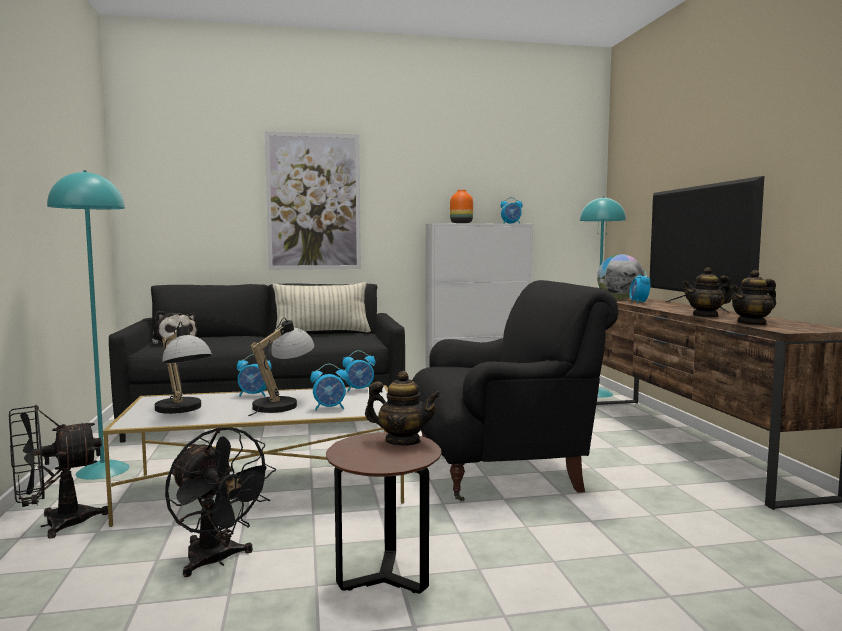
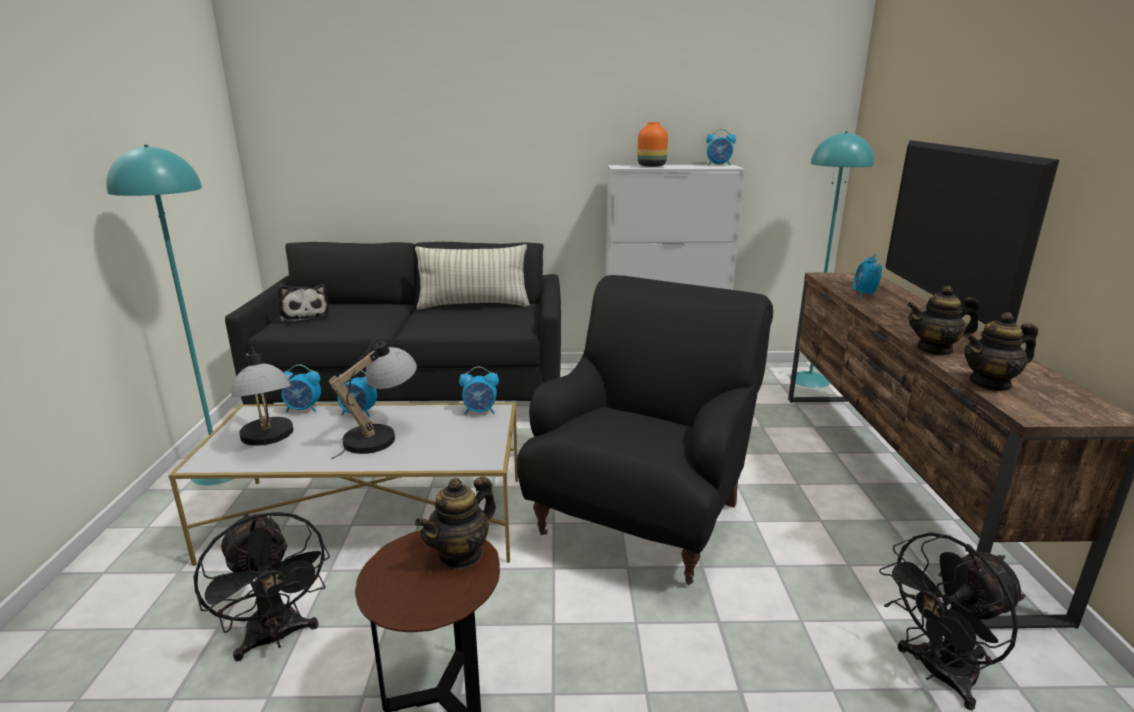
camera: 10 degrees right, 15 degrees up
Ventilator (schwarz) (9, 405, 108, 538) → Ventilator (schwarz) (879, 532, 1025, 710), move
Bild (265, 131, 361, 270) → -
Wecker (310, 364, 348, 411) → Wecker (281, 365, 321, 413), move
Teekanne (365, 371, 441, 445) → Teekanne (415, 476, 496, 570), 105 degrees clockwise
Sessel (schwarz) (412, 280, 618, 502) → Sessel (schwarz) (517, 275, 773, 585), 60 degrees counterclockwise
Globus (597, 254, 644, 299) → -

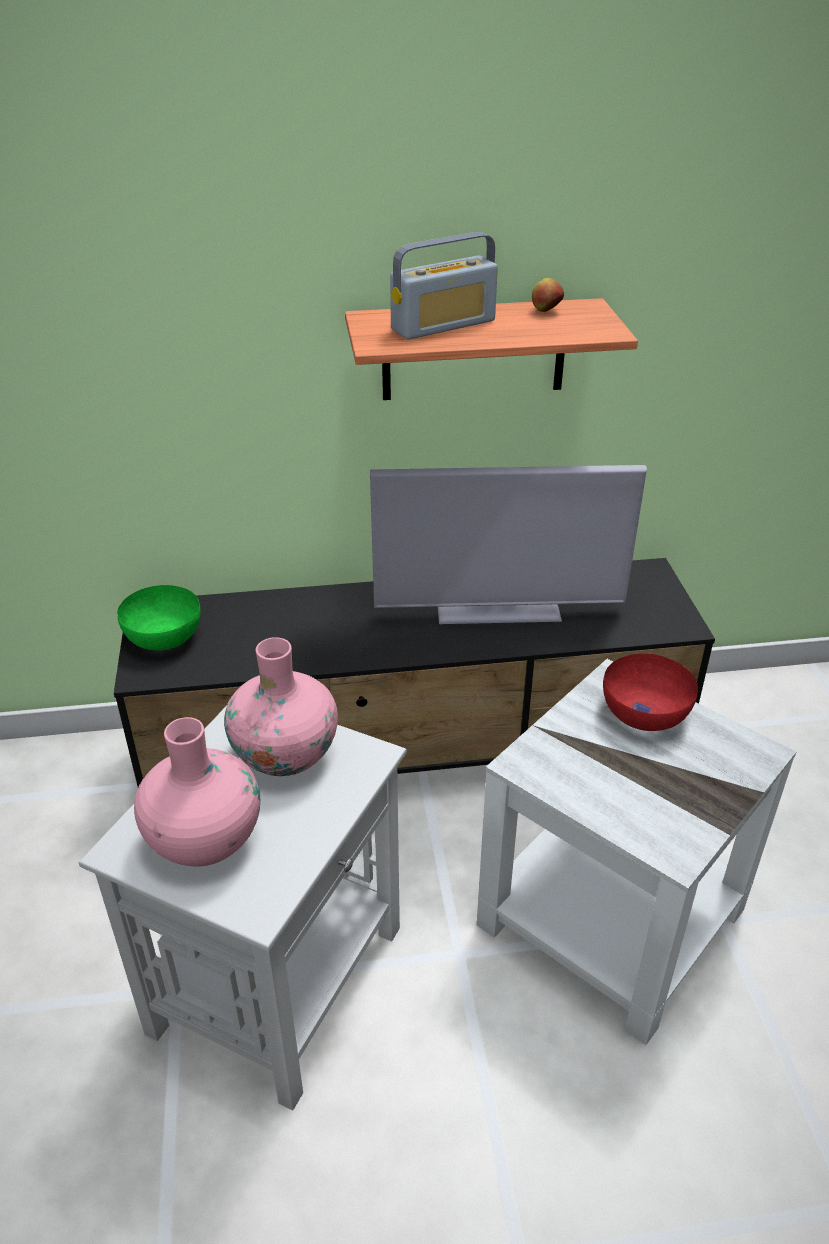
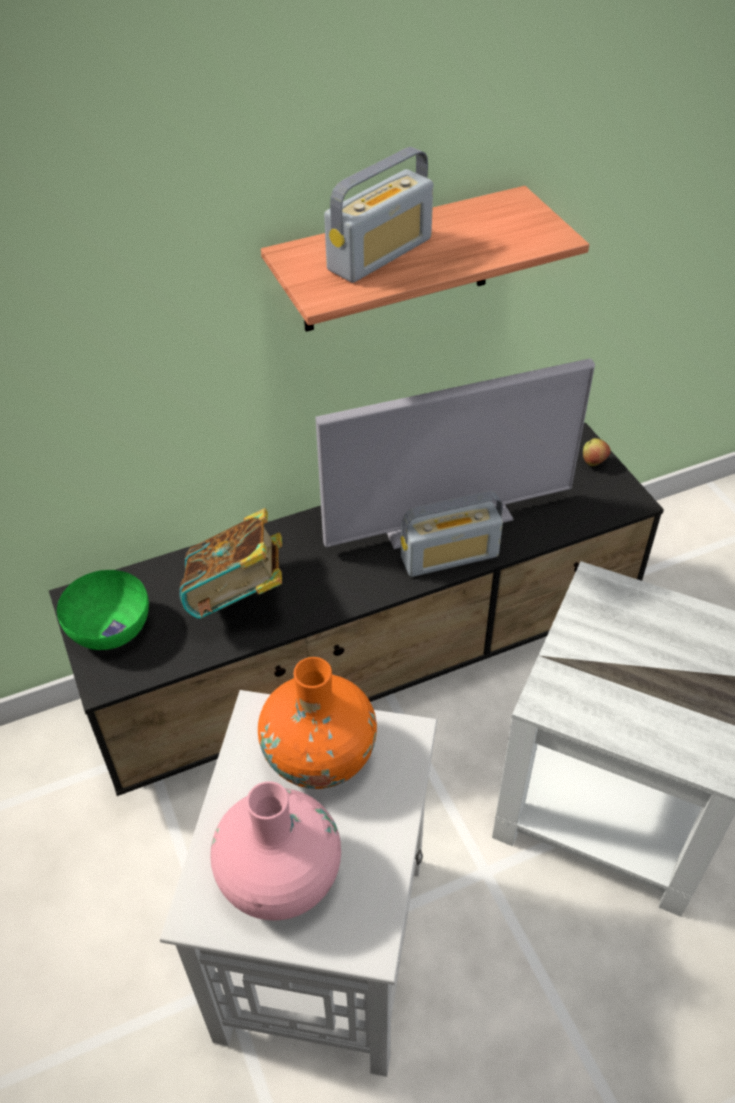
camera: 15 degrees left, 10 degrees up
Vase (rosa) (224, 637, 338, 776) → Vase (orange) (258, 657, 377, 789)
Apfel (532, 278, 564, 312) → Apfel (583, 438, 611, 466), move
Schüssel (rot) (603, 654, 698, 731) → -
- → Buch (180, 508, 282, 619)
- → Radio (401, 491, 503, 577)

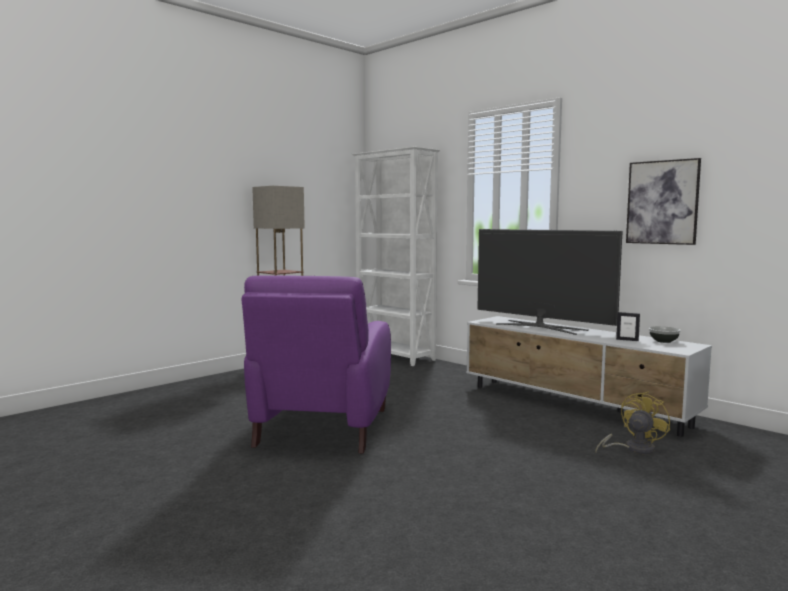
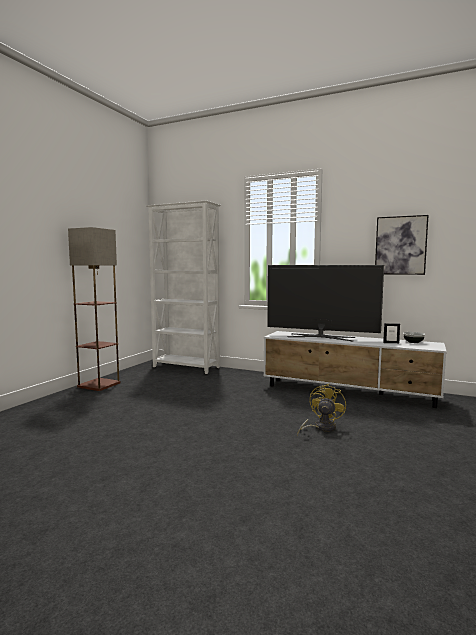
camera: 20 degrees left, 0 degrees up
Sessel (lila) (241, 275, 391, 454) → -
Ventilator (gelb) (595, 392, 670, 454) → Ventilator (gelb) (297, 384, 346, 436), move

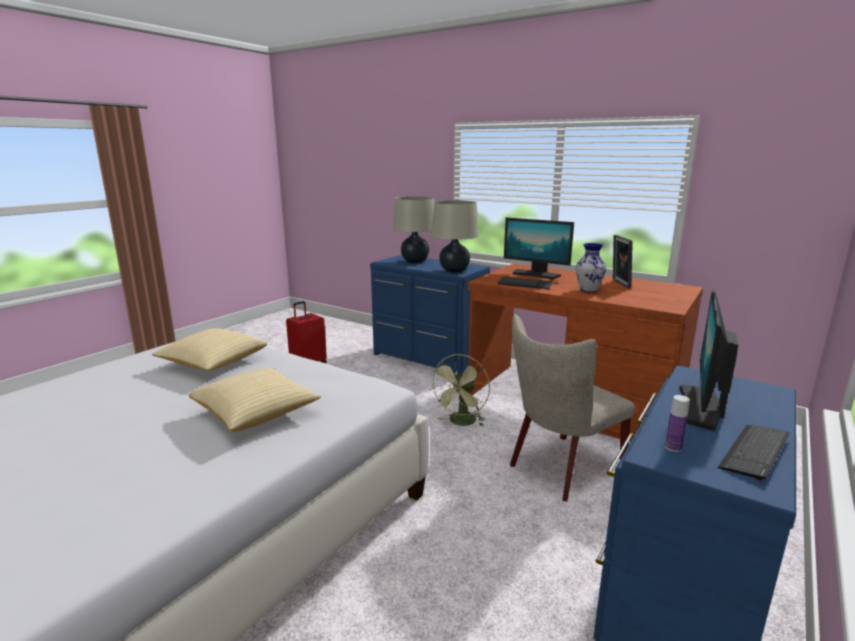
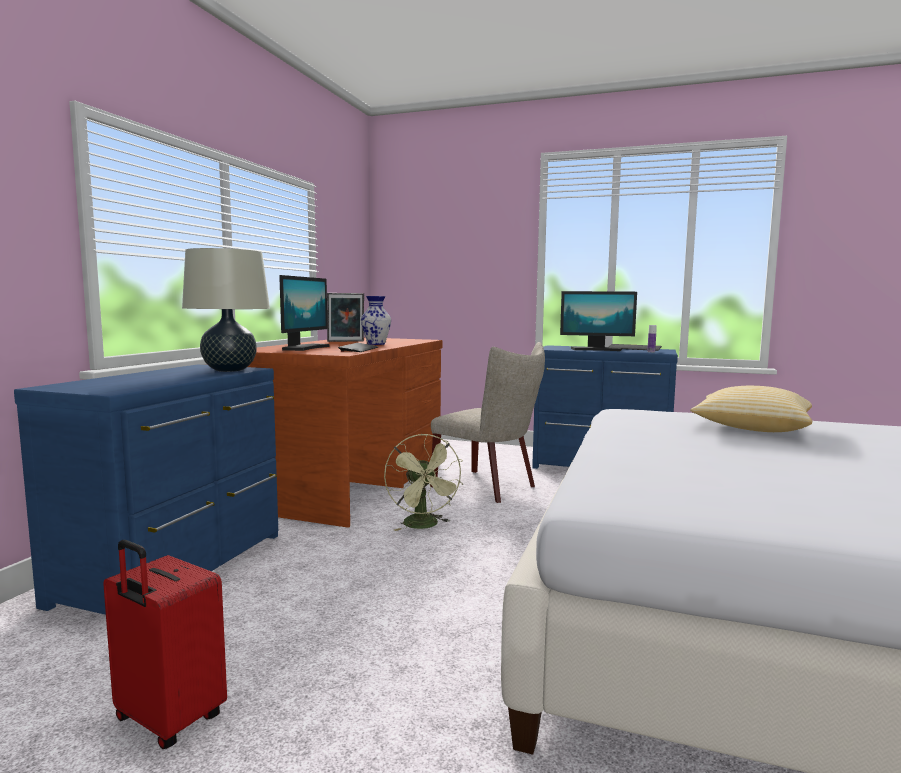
camera: 105 degrees left, 10 degrees down
Kissen (152, 328, 267, 371) → -
Tischlampe (beige) (393, 196, 434, 263) → -
Ventilator (grün) (430, 354, 490, 426) → Ventilator (grün) (384, 434, 463, 531), 60 degrees clockwise

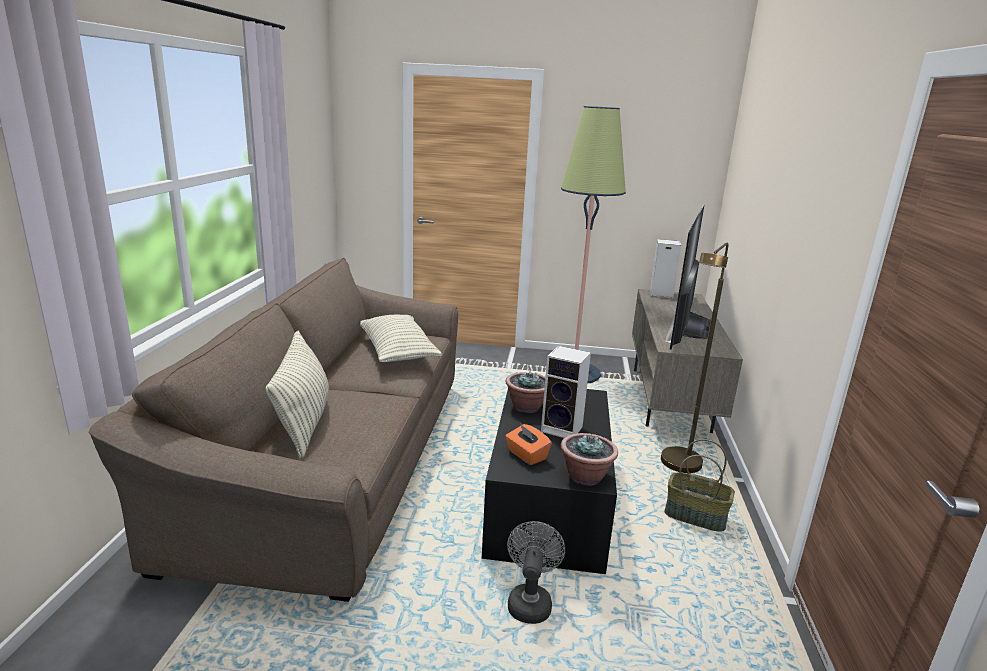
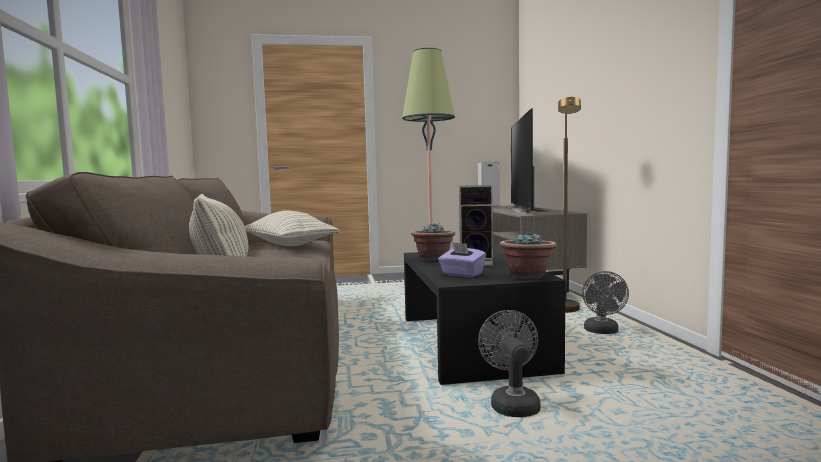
camera: 15 degrees left, 15 degrees down
Taschentuchbox (orange) (505, 424, 552, 465) → Taschentuchbox (lila) (438, 242, 486, 277)
Korb (665, 439, 735, 532) → Ventilator (grau) (582, 271, 629, 334)

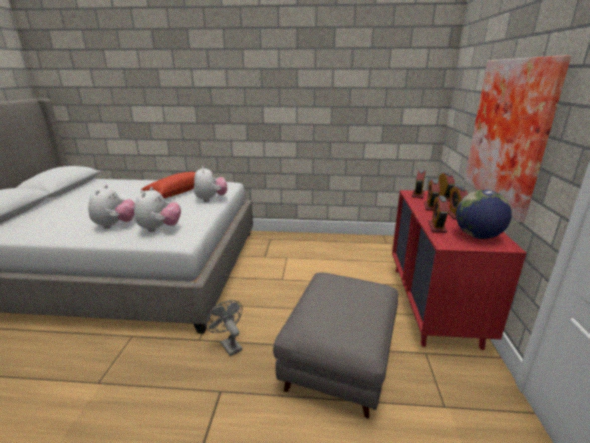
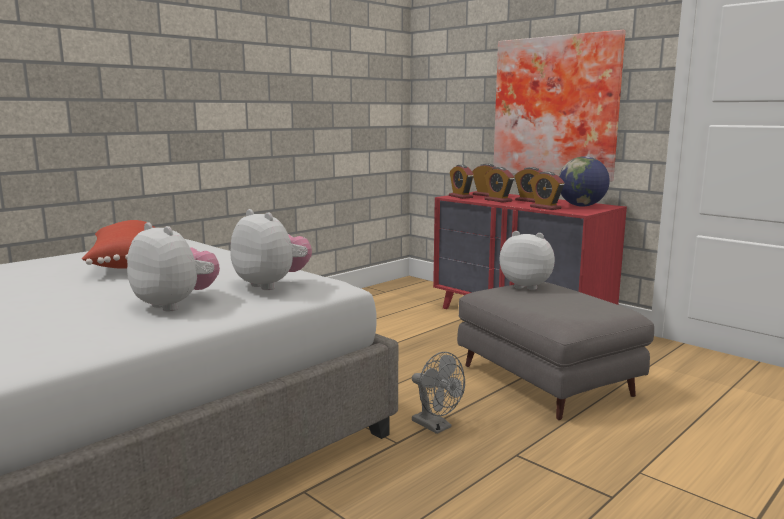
camera: 50 degrees left, 10 degrees down
Plüschtier (194, 166, 227, 202) → Plüschtier (500, 231, 555, 290), move
Ventilator (grau) (205, 300, 242, 356) → Ventilator (grau) (412, 352, 465, 434), 135 degrees counterclockwise

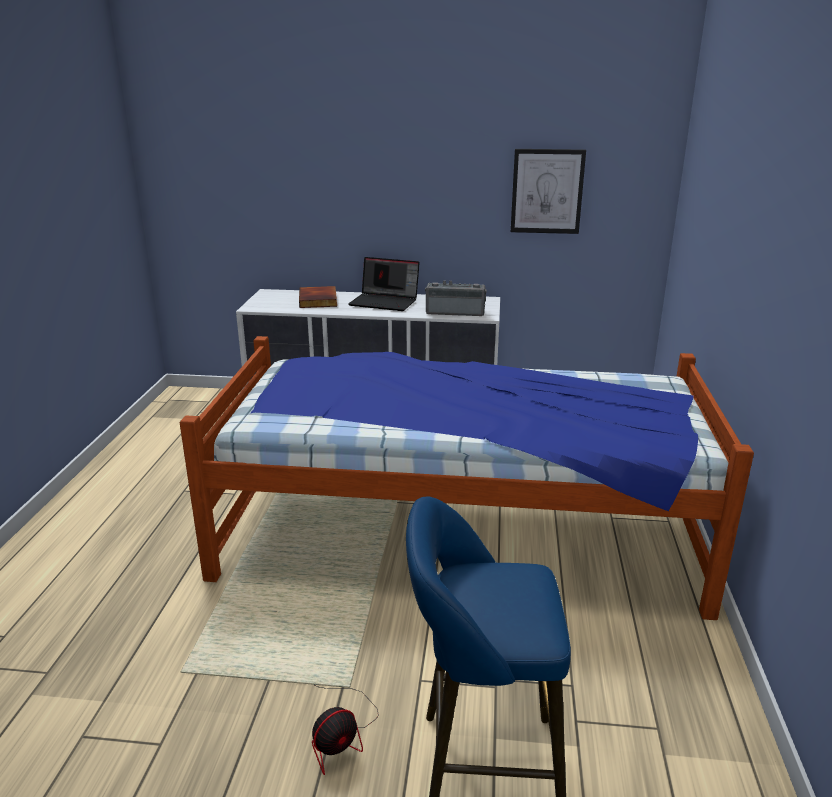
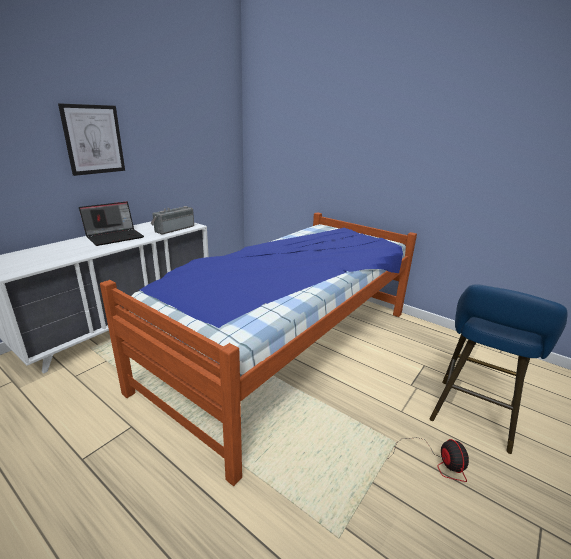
camera: 60 degrees left, 0 degrees up
Buch (299, 286, 337, 308) → -
Bild (511, 149, 586, 234) → Bild (58, 103, 125, 176), move

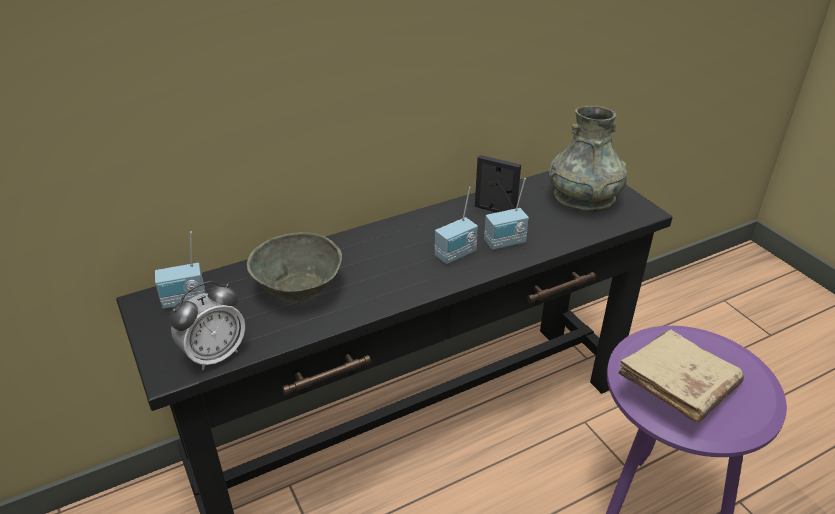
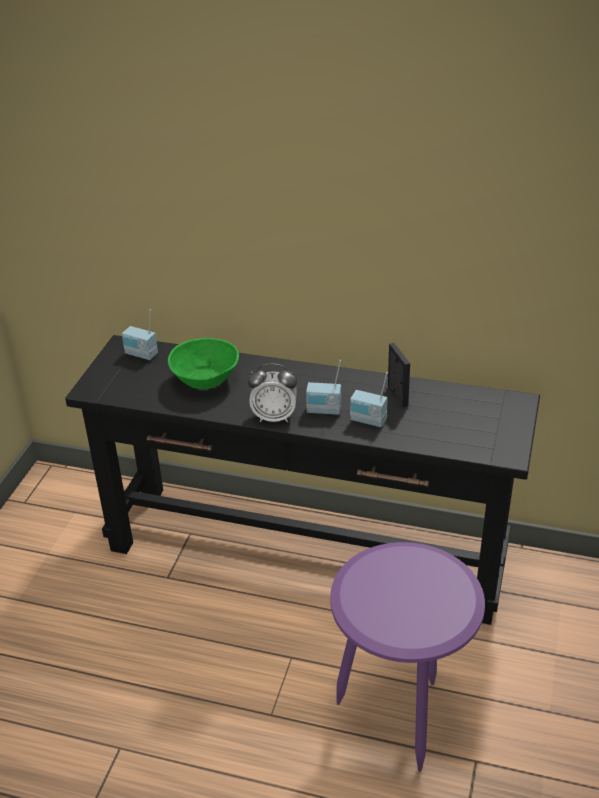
camera: 45 degrees right, 0 degrees up
Wecker (170, 281, 245, 370) → Wecker (248, 363, 297, 422), move
Schüssel (grau) (247, 232, 342, 302) → Schüssel (grün) (168, 338, 239, 389)
Vase (grau) (548, 106, 627, 212) → -
Buch (beige) (618, 330, 744, 423) → -

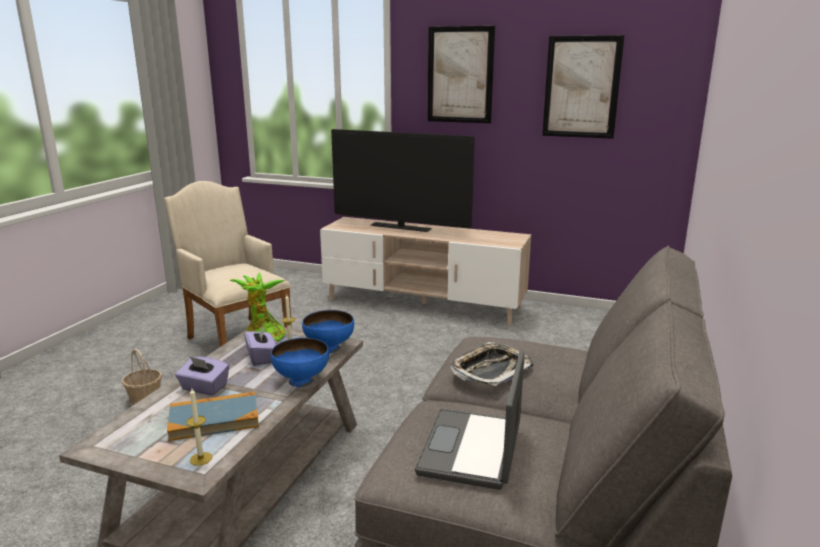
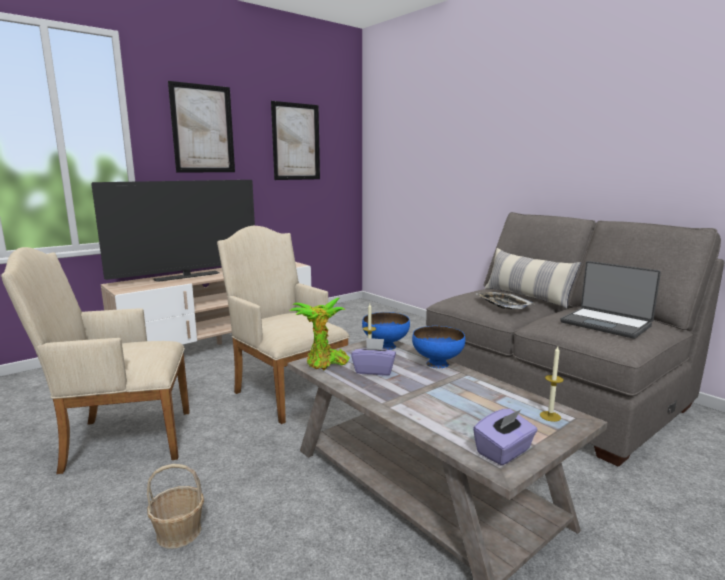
camera: 60 degrees left, 5 degrees down
Buch (167, 392, 259, 441) → -
Taschentuchbox (lila) (175, 356, 229, 395) → Taschentuchbox (lila) (473, 409, 538, 466), move
- → Sessel (beige) (217, 226, 350, 424)
- → Kissen (485, 248, 581, 309)

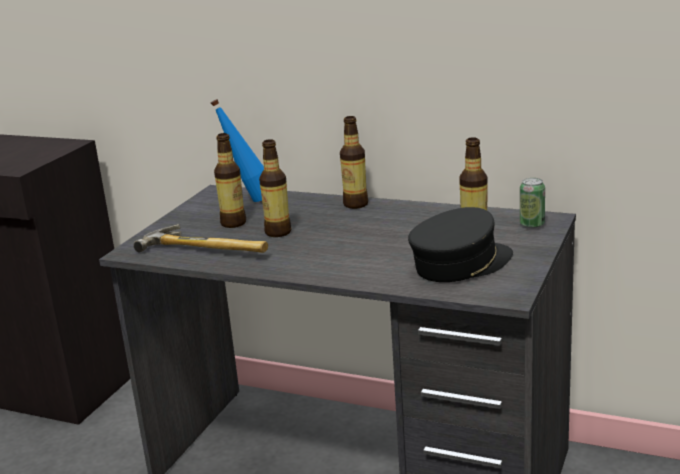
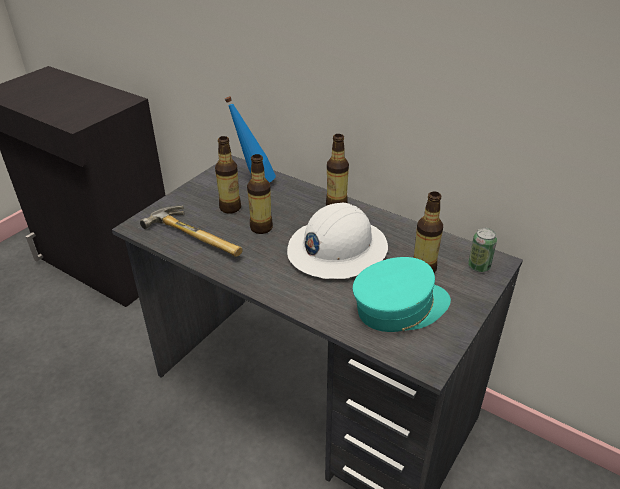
camera: 10 degrees right, 15 degrees up
Kappe (schwarz) (408, 207, 513, 282) → Kappe (türkis) (353, 257, 451, 332)
- → Schutzhelm (weiß) (287, 203, 388, 279)

